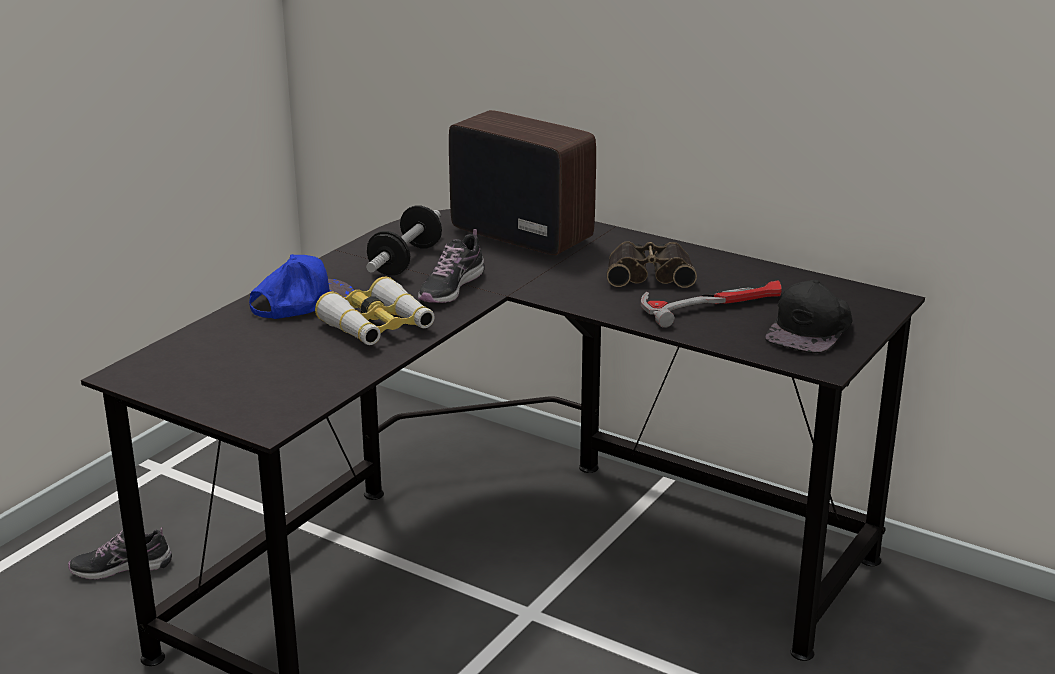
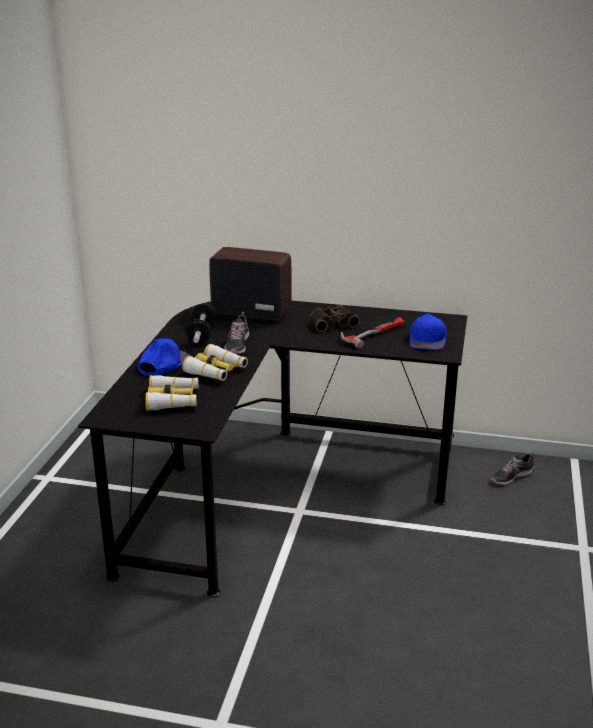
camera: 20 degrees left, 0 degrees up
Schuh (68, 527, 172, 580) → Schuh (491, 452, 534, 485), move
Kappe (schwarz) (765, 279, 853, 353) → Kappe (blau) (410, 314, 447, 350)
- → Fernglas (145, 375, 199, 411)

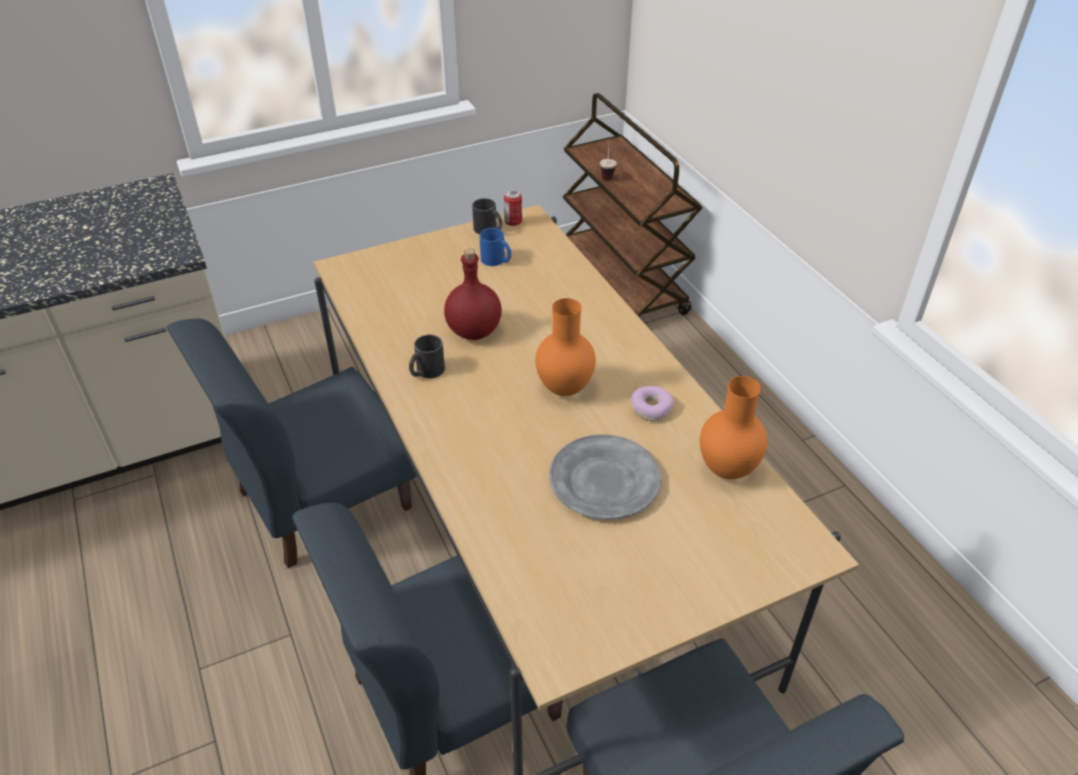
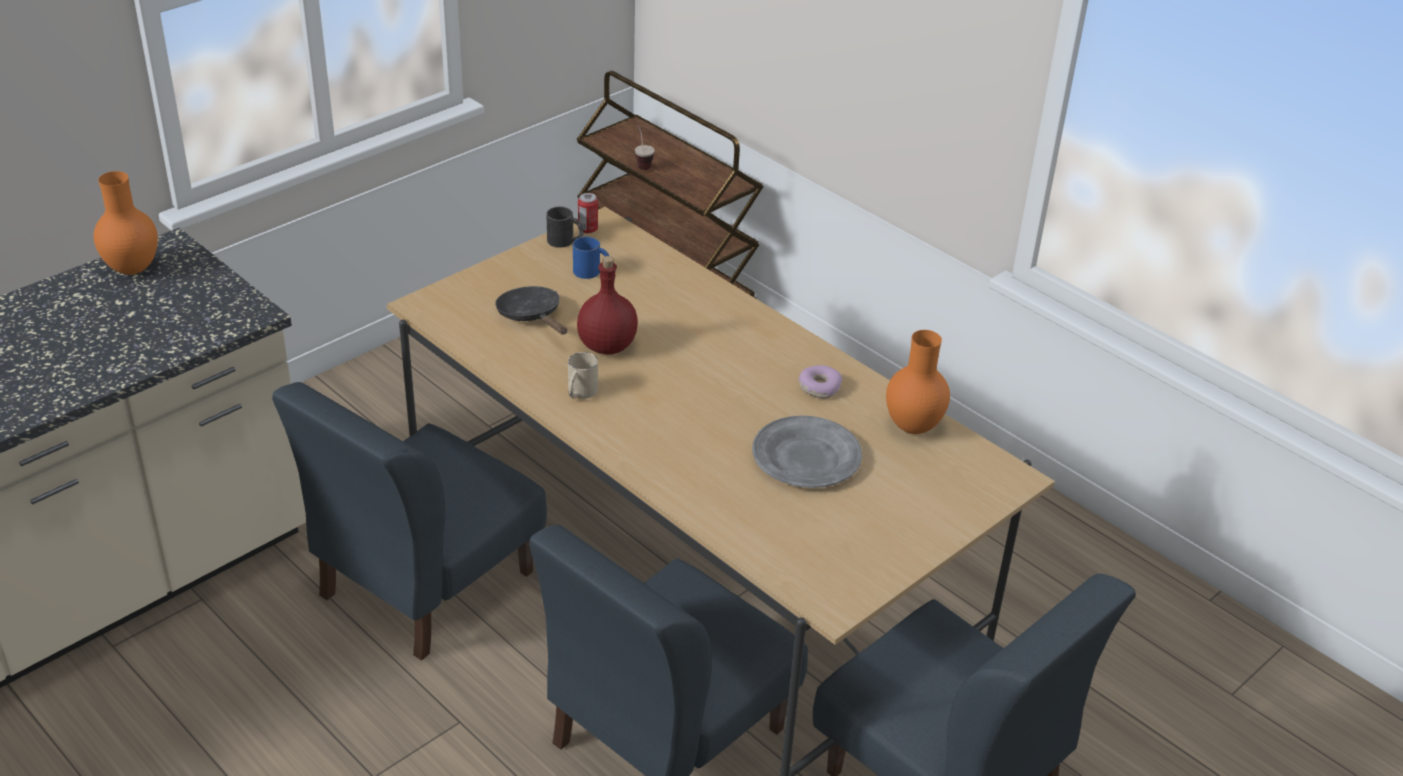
camera: 20 degrees left, 5 degrees down
Henkelbecher (schwarz) (409, 334, 445, 378) → Henkelbecher (beige) (568, 352, 598, 399)
Vase (orange) (535, 298, 596, 396) → Vase (orange) (93, 171, 158, 275), move
- → Pfanne (schwarz) (495, 286, 567, 334)

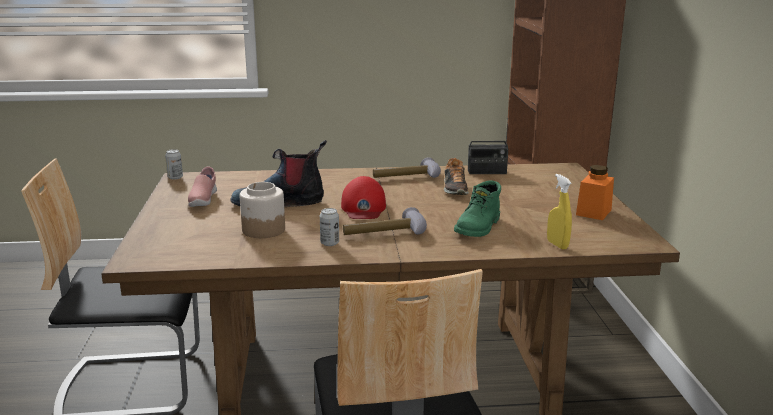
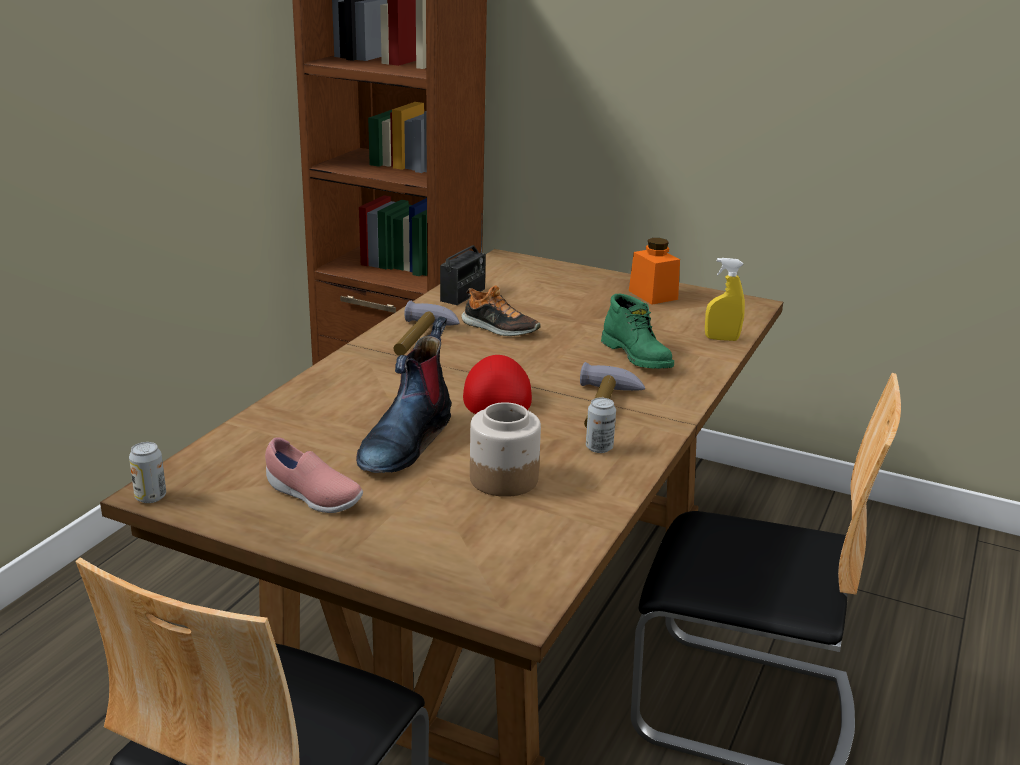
camera: 60 degrees left, 5 degrees up
Kappe (rot) (341, 176, 386, 219) → Kappe (rot) (463, 355, 532, 414), 120 degrees counterclockwise

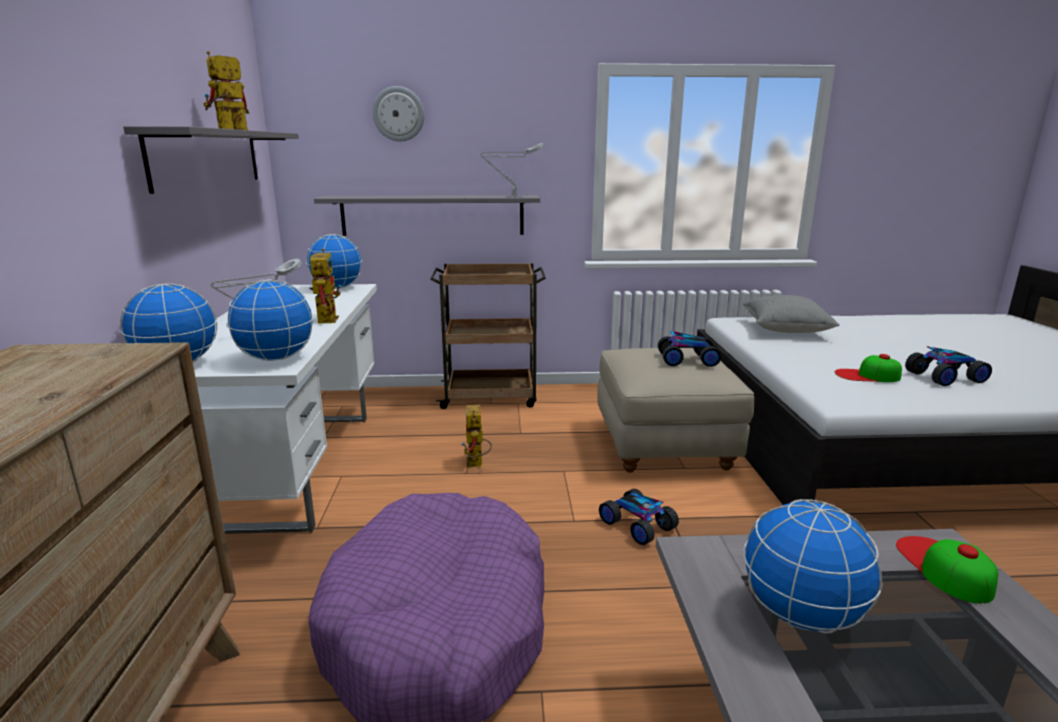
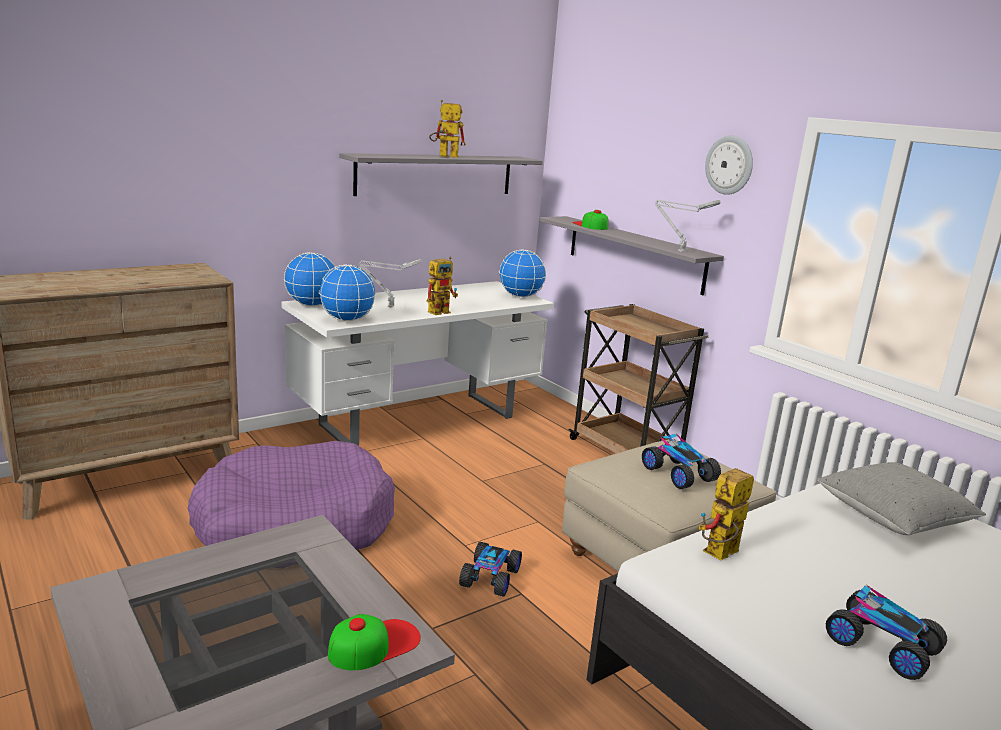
camera: 55 degrees right, 0 degrees up
Wanduhr (372, 86, 424, 142) → Wanduhr (705, 135, 753, 195), move
Spielzeugroboter (461, 405, 492, 468) → Spielzeugroboter (699, 468, 754, 560), move
Globus (743, 499, 883, 633) → -
Kappe (835, 354, 902, 382) → Kappe (572, 210, 609, 230), move

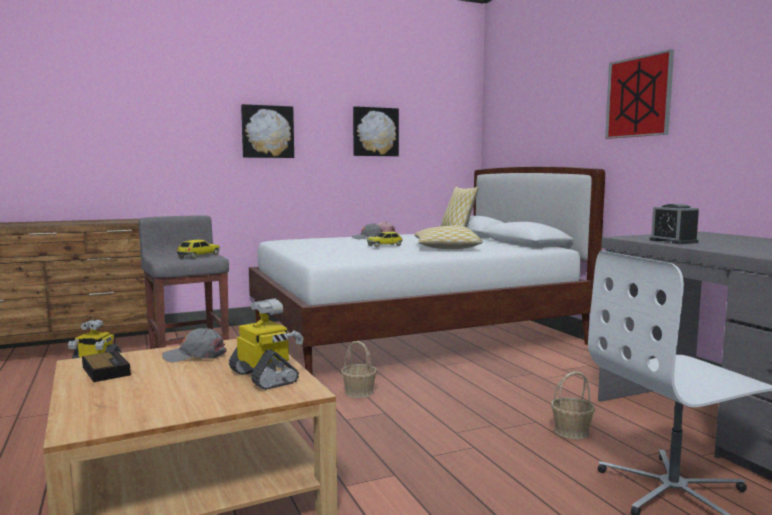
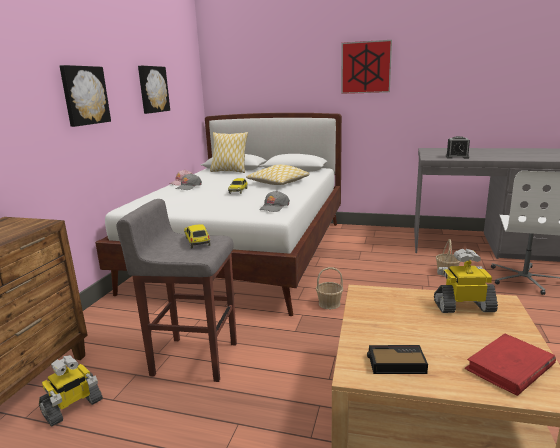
camera: 50 degrees left, 10 degrees up
Kappe (grau) (162, 328, 226, 362) → Kappe (grau) (259, 190, 290, 212), move
- → Buch (rot) (465, 334, 556, 396)

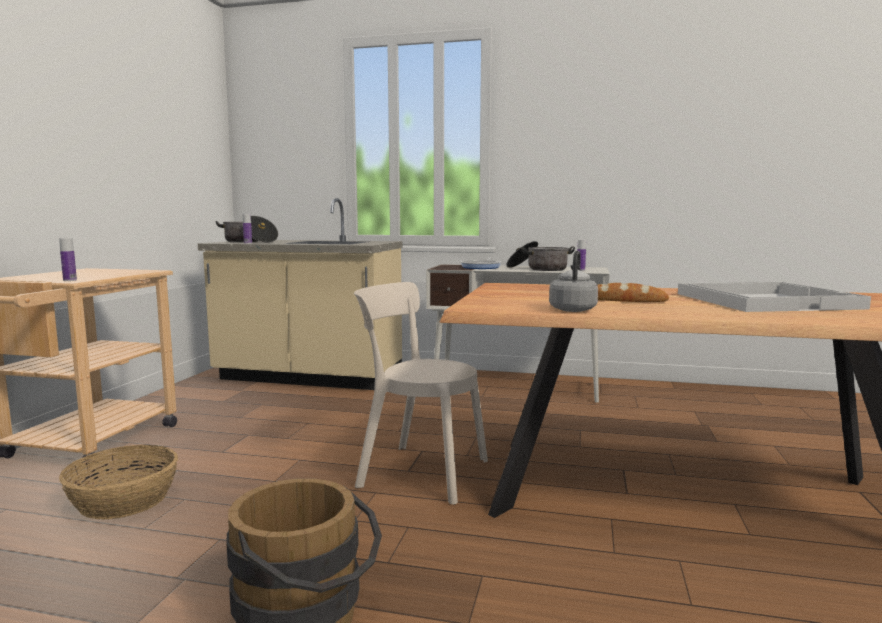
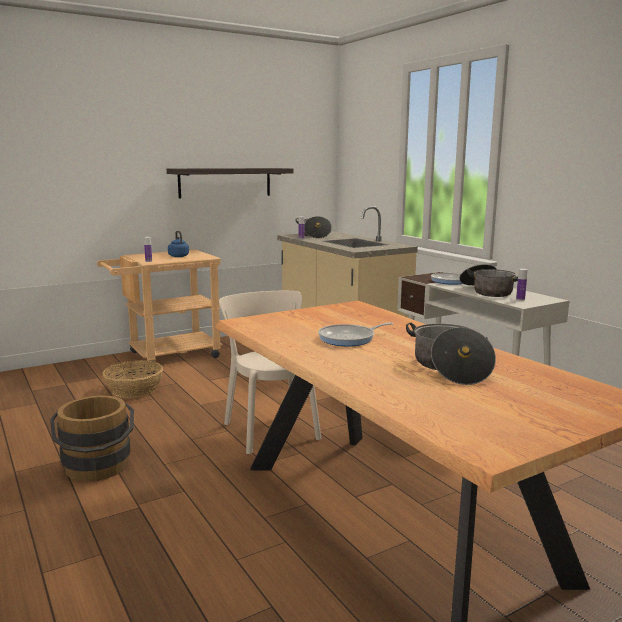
camera: 45 degrees right, 5 degrees up
Wasserkessel (grau) (549, 251, 598, 312) → -
Brot (598, 283, 669, 302) → Pfanne (318, 322, 393, 346)
Tablett (weiß) (678, 282, 871, 312) → Kochtopf (406, 323, 496, 385)
- → Wandregal (167, 168, 293, 199)
- → Wasserkessel (blau) (168, 231, 189, 257)

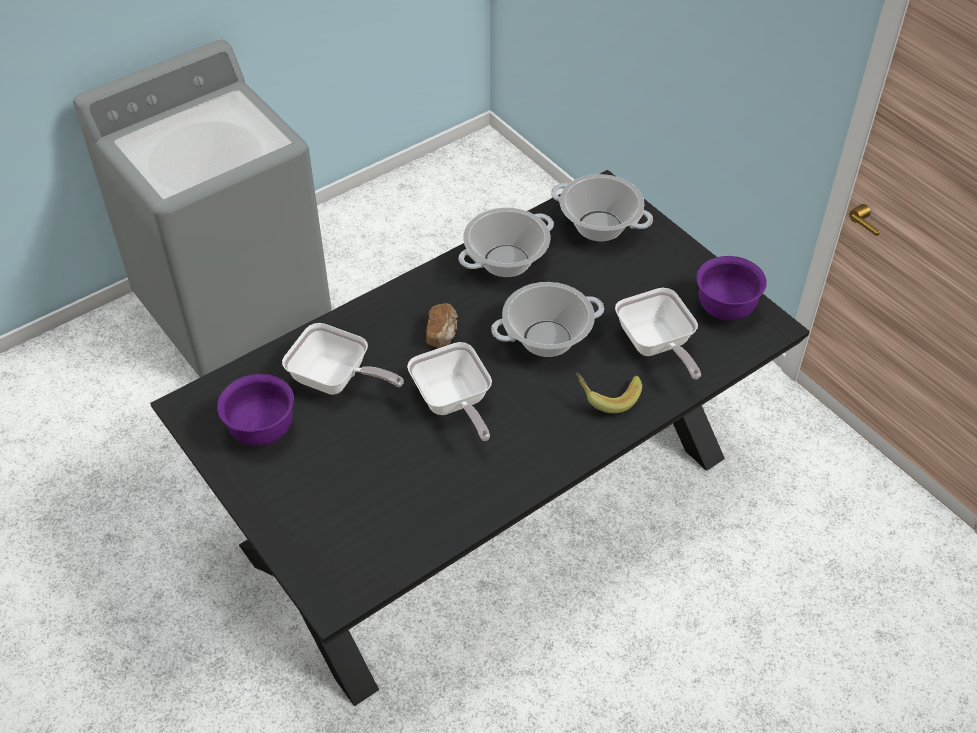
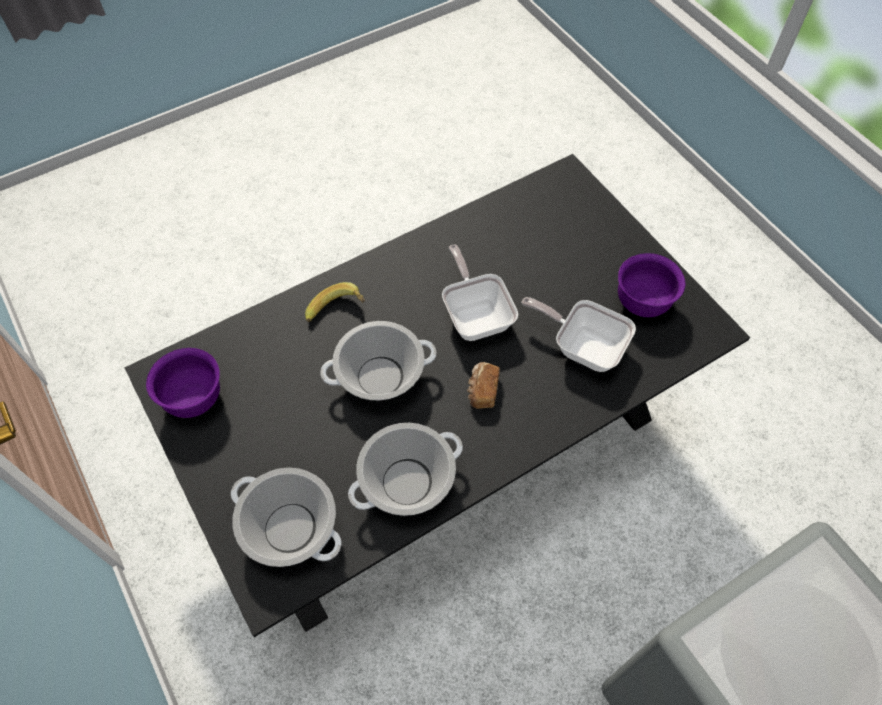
camera: 175 degrees left, 10 degrees up
Pfanne (615, 288, 701, 380) → -

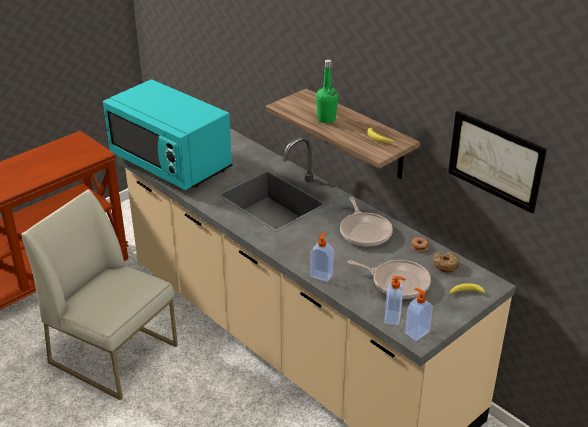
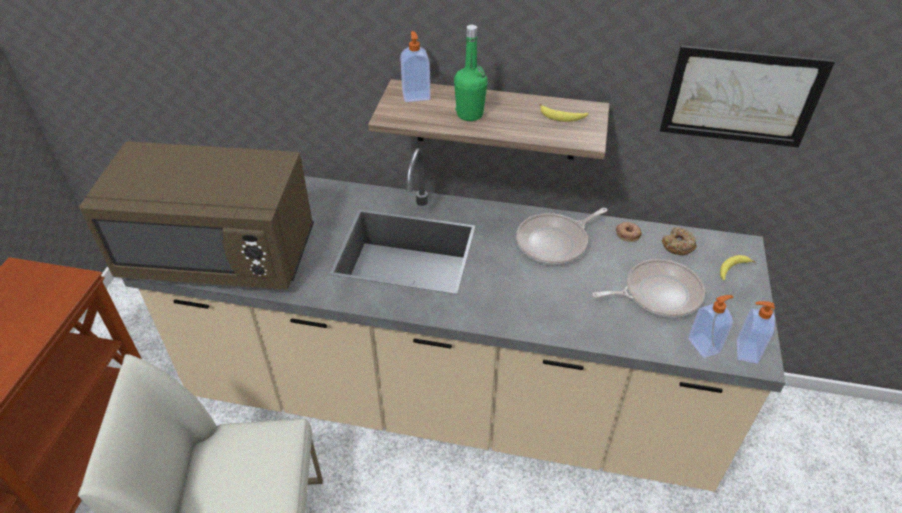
camera: 35 degrees left, 10 degrees up
Mikrowelle (türkis) (103, 80, 233, 190) → Mikrowelle (braun) (79, 141, 314, 290)
Seifenspender (310, 233, 334, 282) → Seifenspender (400, 31, 431, 102), move
Pfanne (340, 197, 393, 247) → Pfanne (516, 208, 608, 265), 105 degrees clockwise

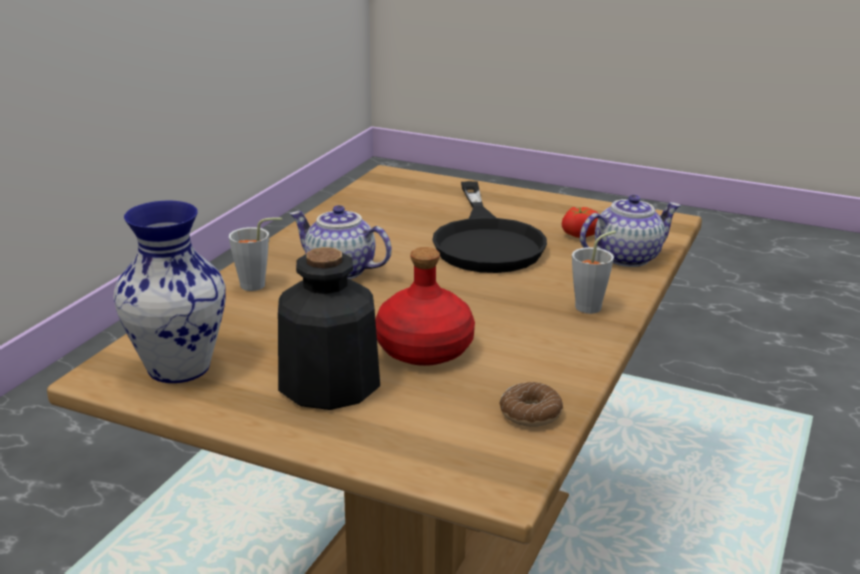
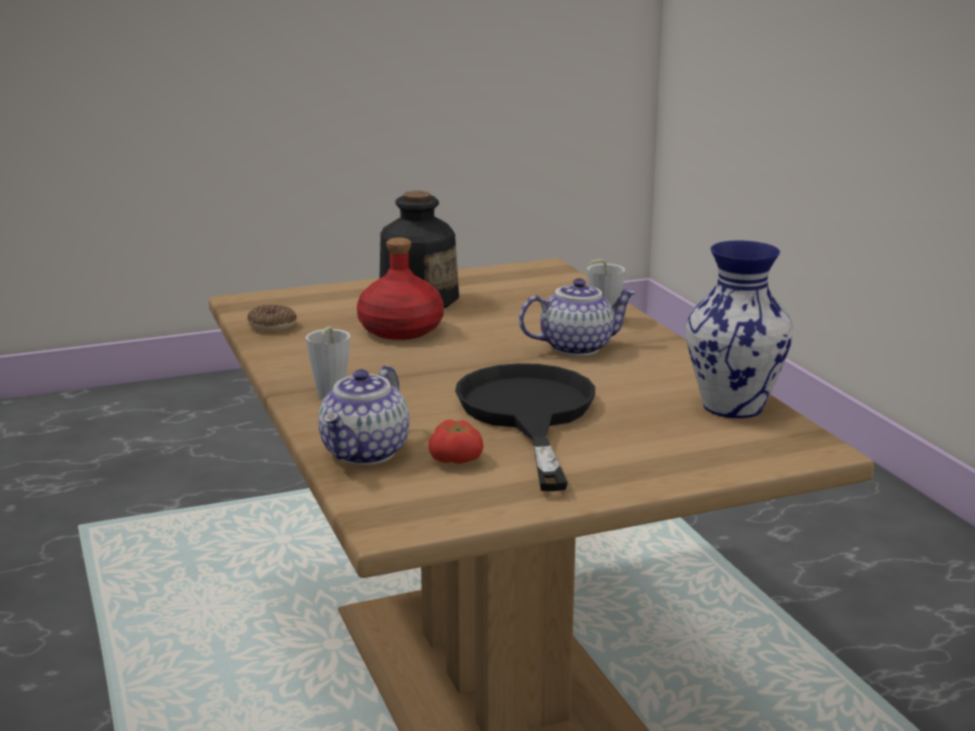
camera: 135 degrees right, 5 degrees down
Vase (113, 201, 226, 383) → Vase (686, 241, 793, 418), move
Pfanne (schwarz) (432, 181, 547, 273) → Pfanne (schwarz) (455, 363, 595, 491), 45 degrees clockwise

